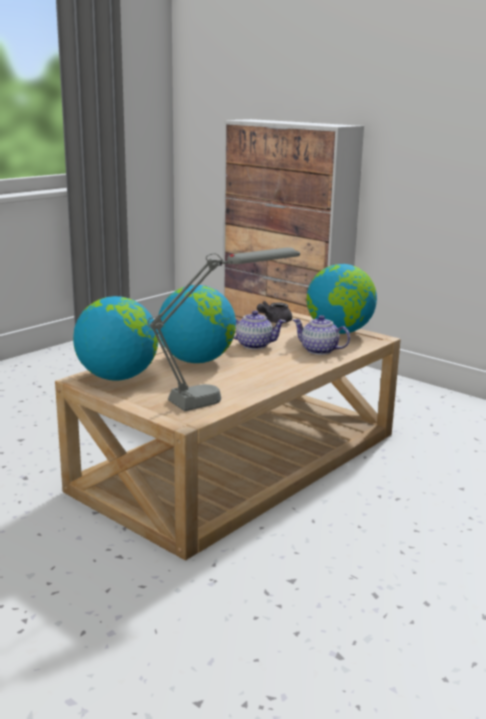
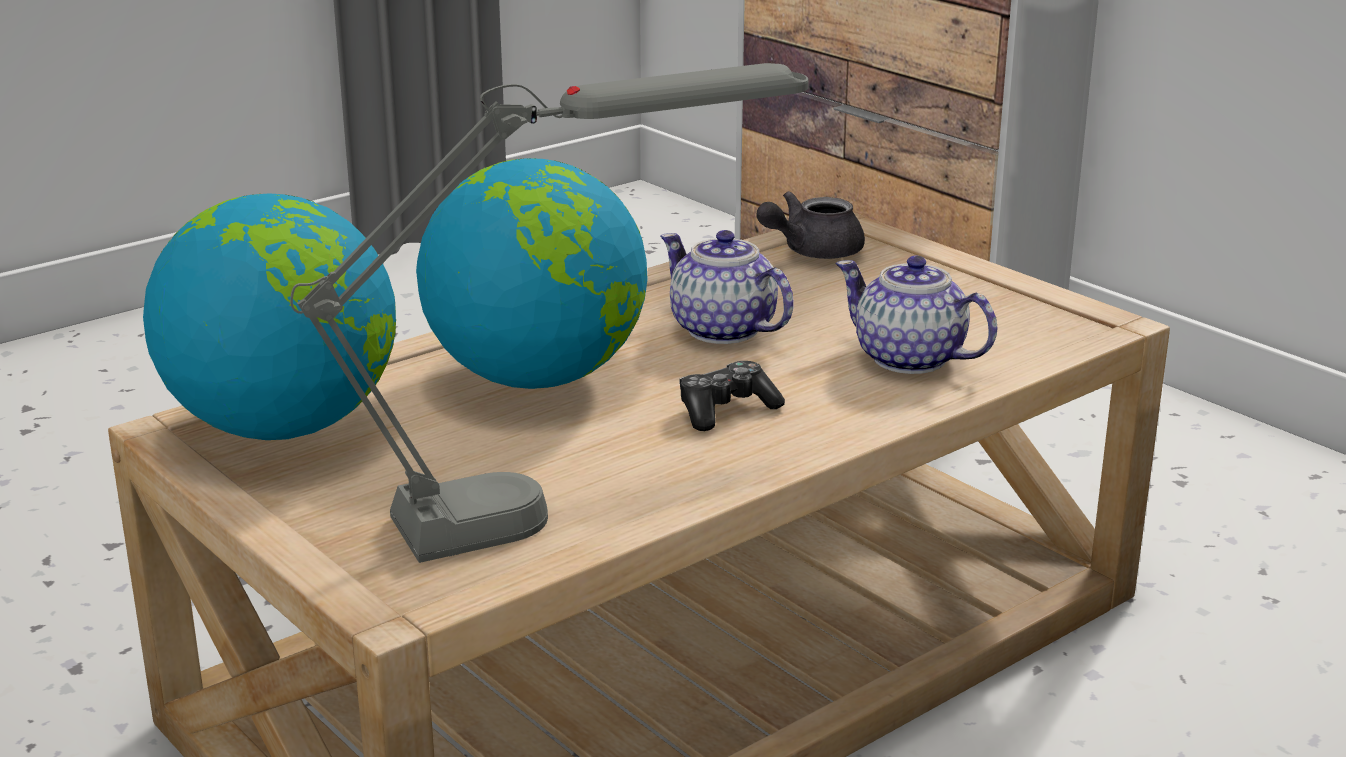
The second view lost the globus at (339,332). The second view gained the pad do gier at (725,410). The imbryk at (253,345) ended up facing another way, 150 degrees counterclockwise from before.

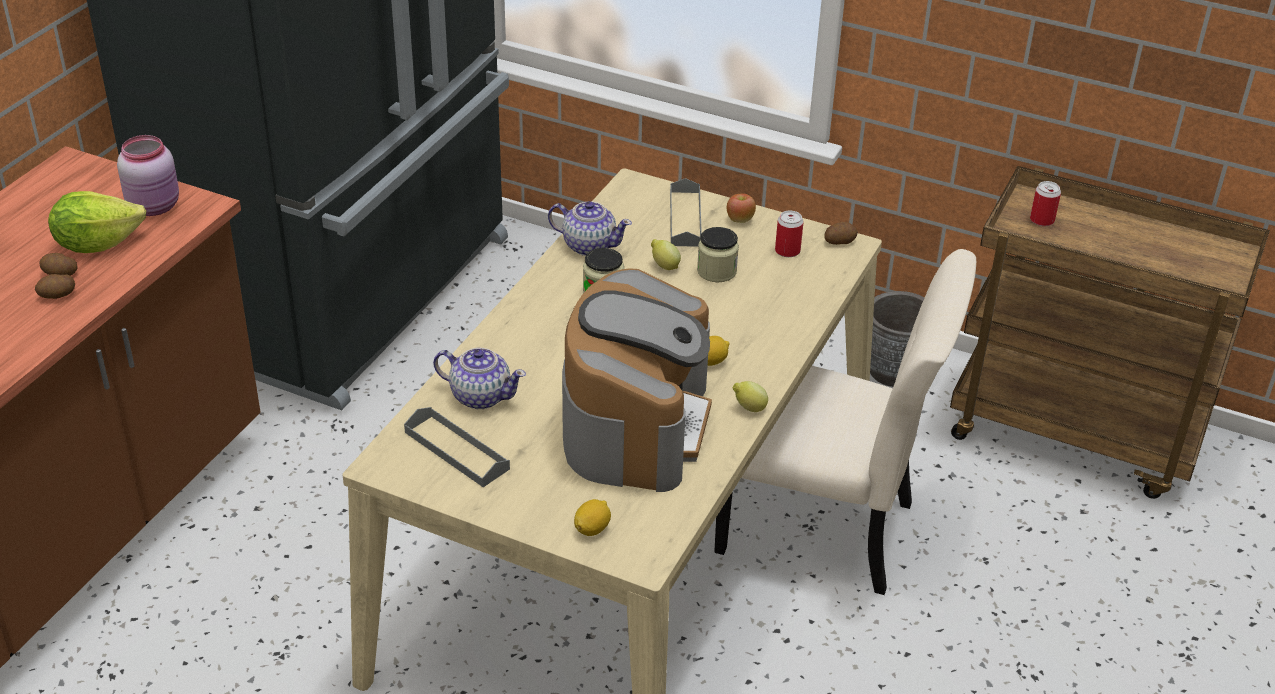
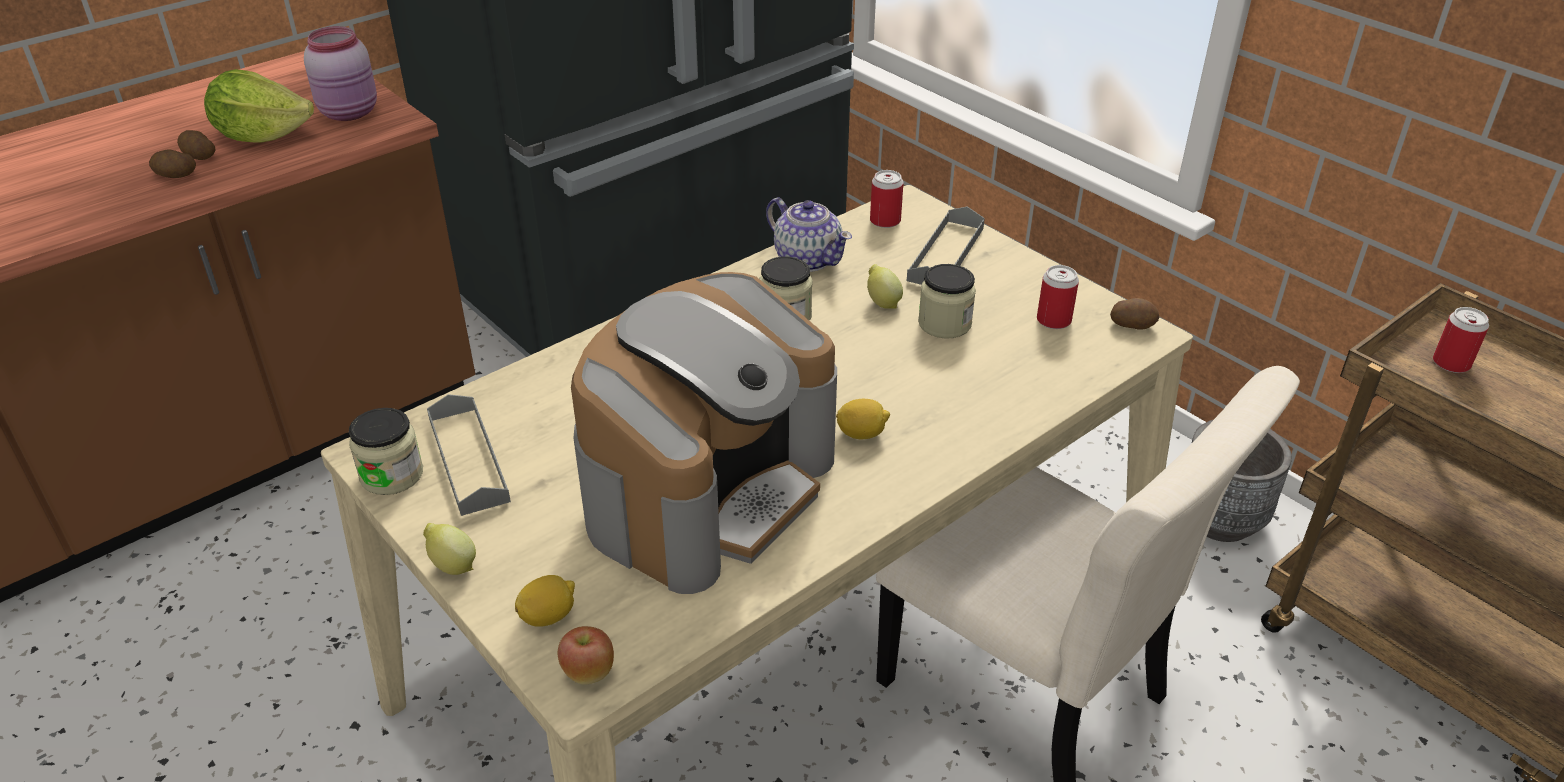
The second view lost the imbryk at (480,396). The second view gained the słoik at (392,475). The second view gained the puszka at (885,221). The jabłko ended up elsewhere, having gone from (740,220) to (588,673). The cytryna ended up elsewhere, having gone from (749,408) to (452,565).

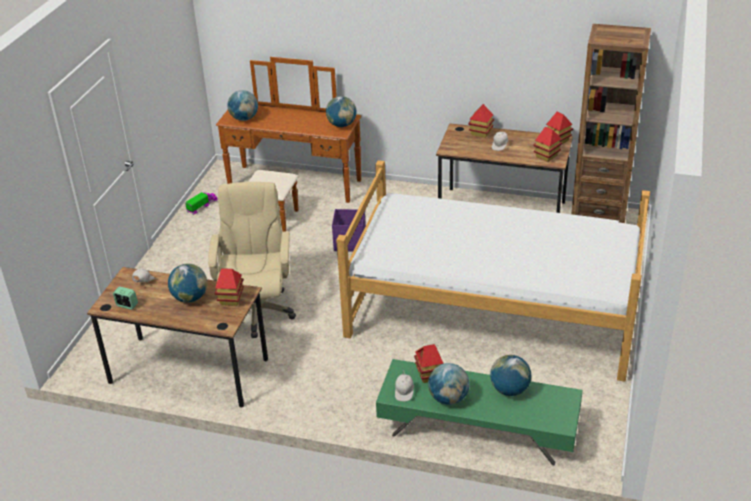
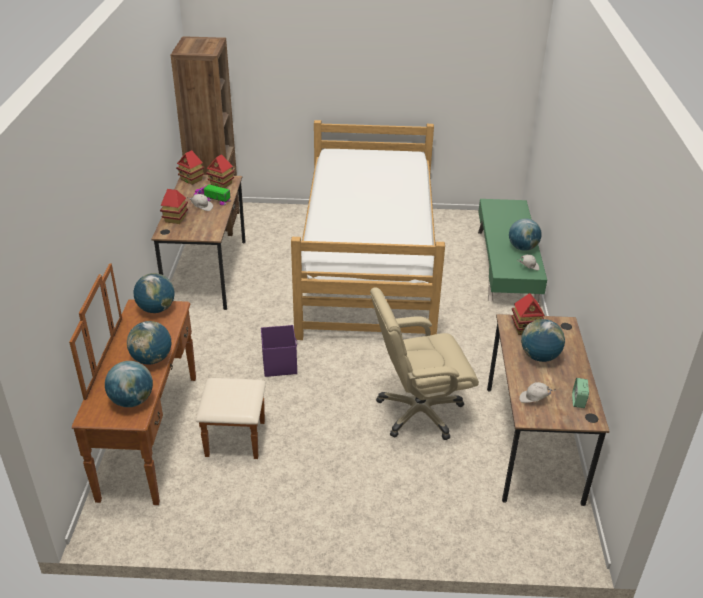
The second view lost the domek at (429,375). The ciężarówka zabawkowa ended up elsewhere, having gone from (202,206) to (212,199). The globus ended up elsewhere, having gone from (509,390) to (152,359).

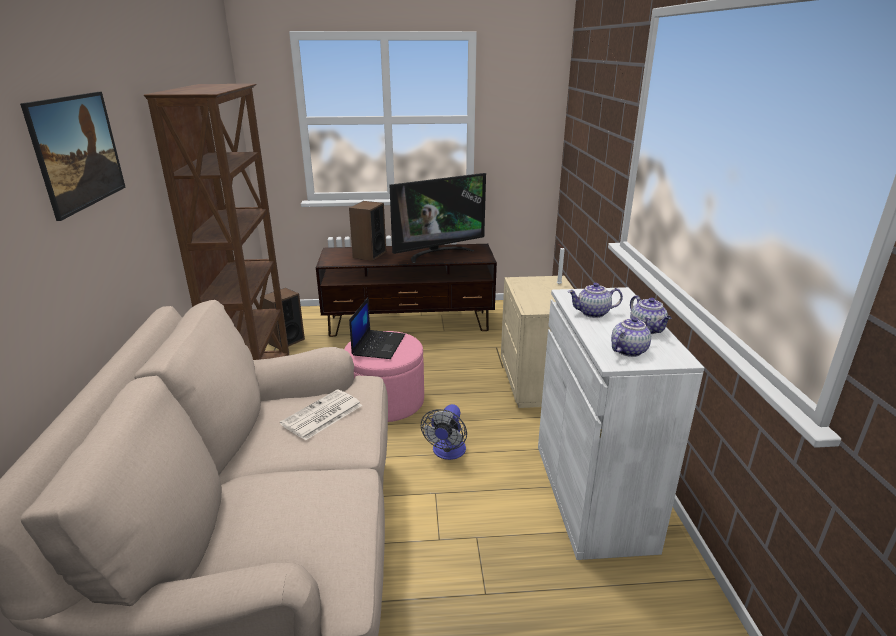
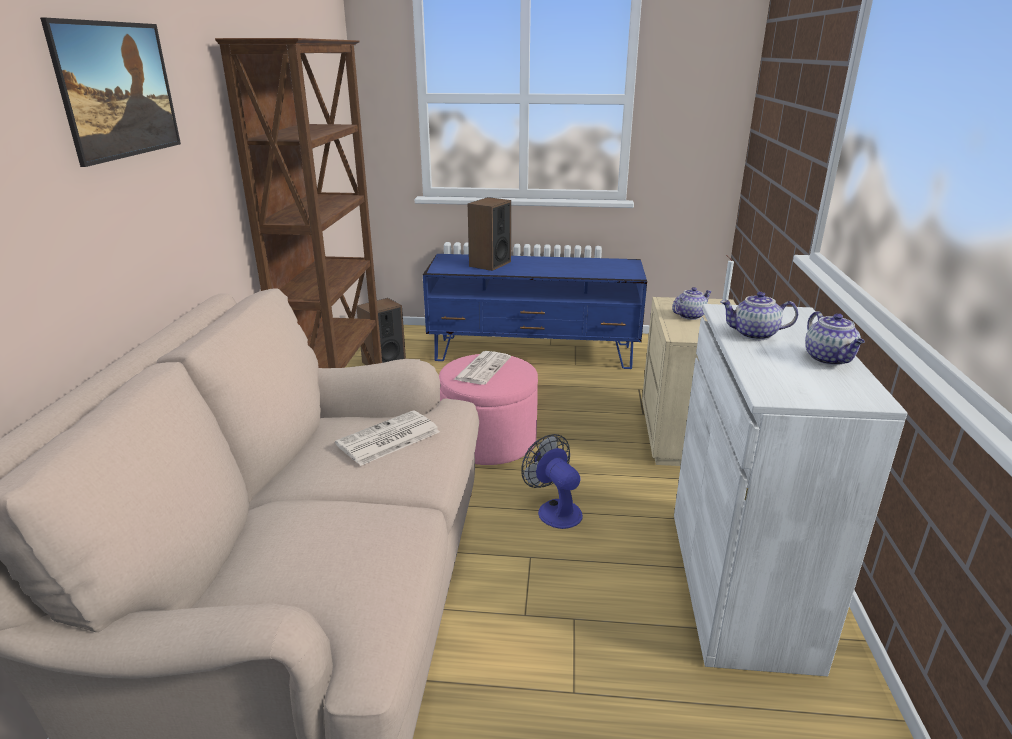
The second view lost the telewizor at (438,253). The imbryk ended up elsewhere, having gone from (628,350) to (689,316). Where the laptop stood at (378,344), the gazeta came to stand at (482,368). What was the szafka pod telewizor (brązowy) at (409,323) turned into the szafka pod telewizor (niebieski) at (534,353). The wentylator at (447,452) ended up facing another way, 120 degrees clockwise from before.

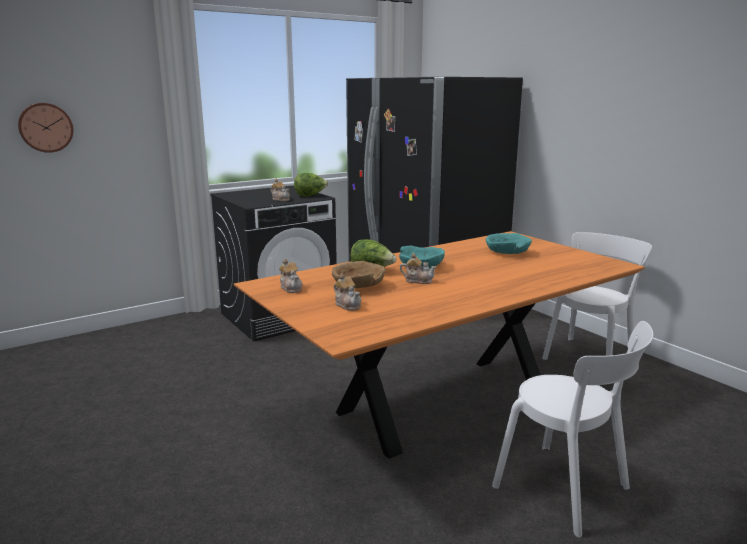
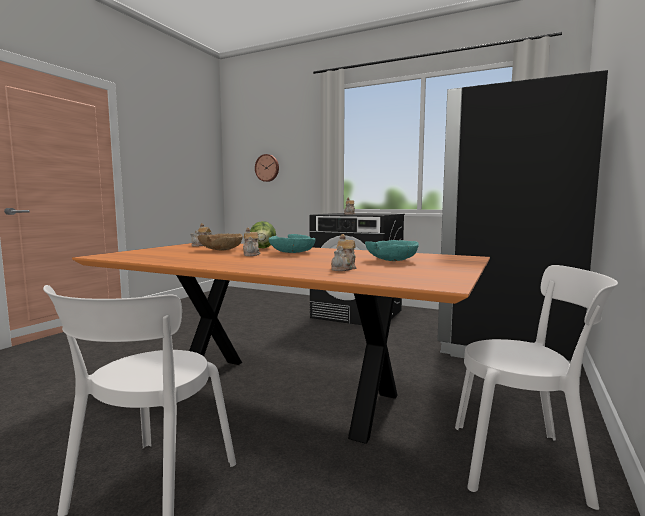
The second view lost the sałata at (310,196). The imbryk ended up elsewhere, having gone from (348,305) to (344,268).

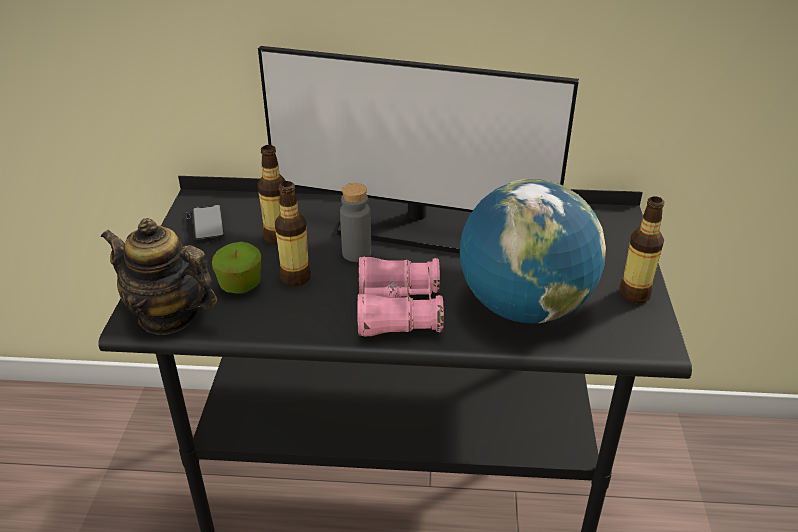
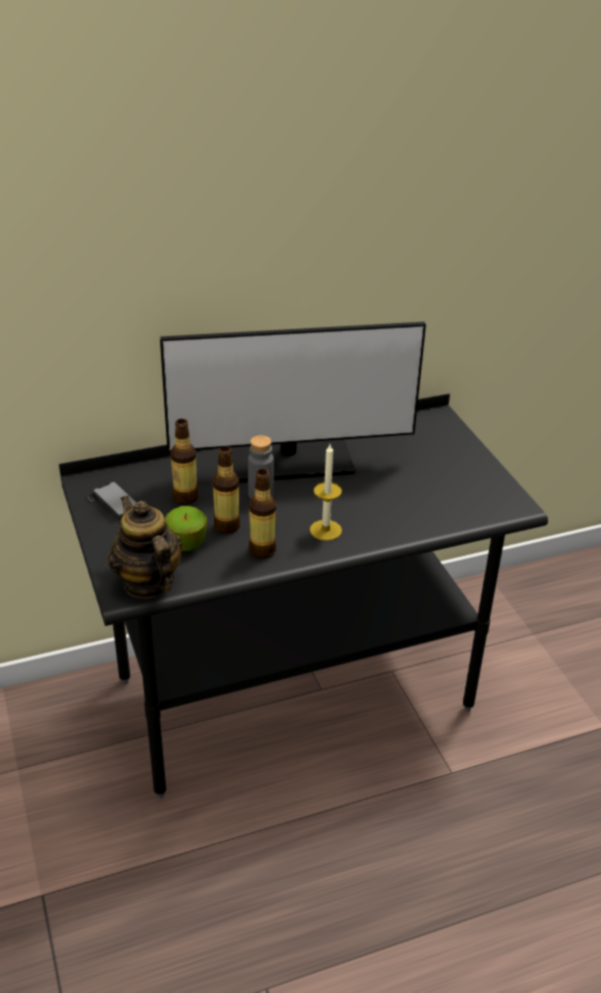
The second view lost the globus at (524,307). The butelka ended up elsewhere, having gone from (634,294) to (262,550). Where the lornetka (różowy) stood at (398,310), the świeca came to stand at (325,530). The imbryk at (168,316) ended up facing another way, 60 degrees clockwise from before.

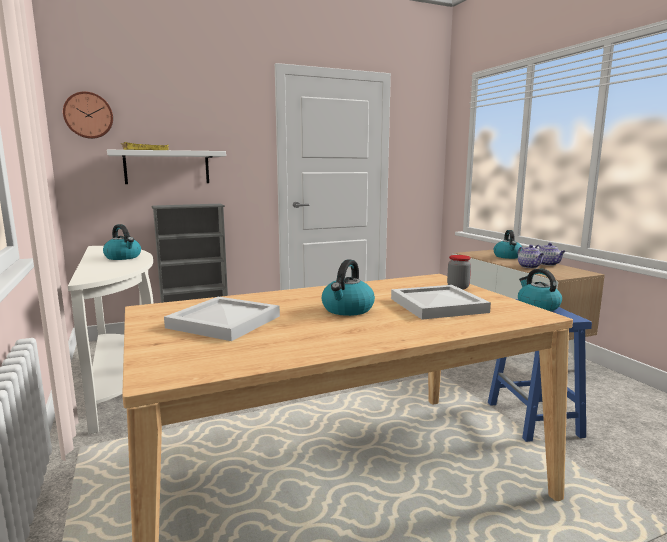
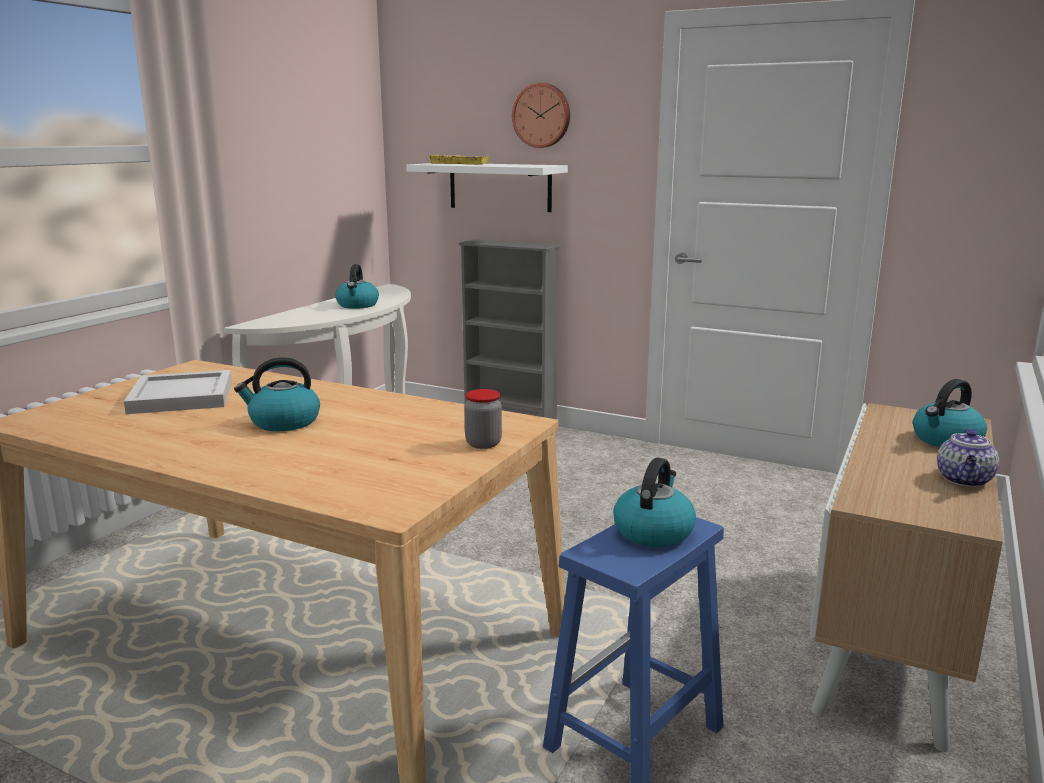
The second view lost the taca (biały) at (439,305). The second view lost the imbryk at (529,267). The zegar ścienny ended up elsewhere, having gone from (88,115) to (542,115).

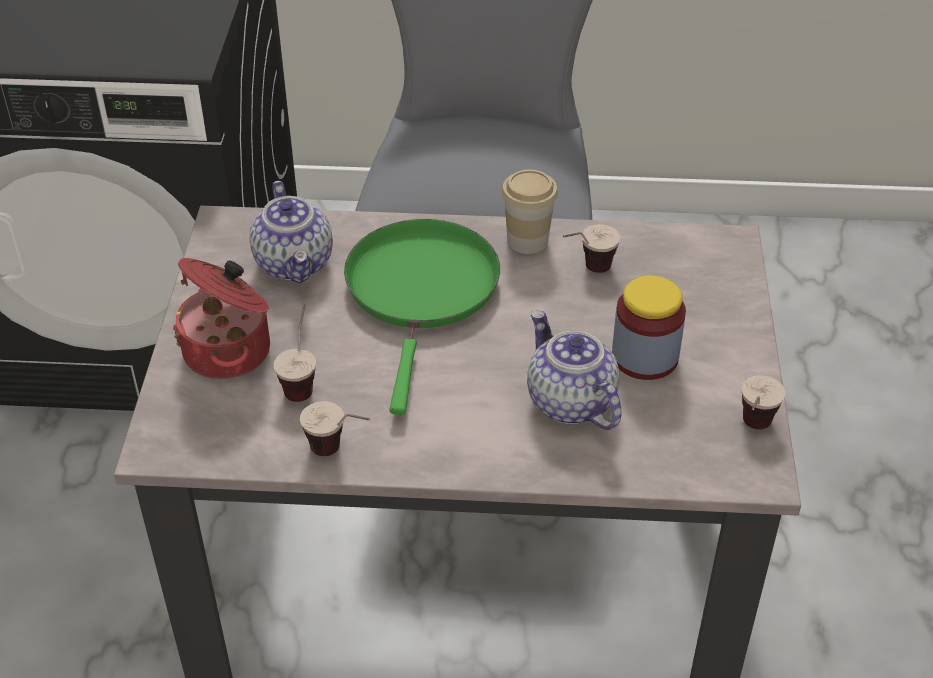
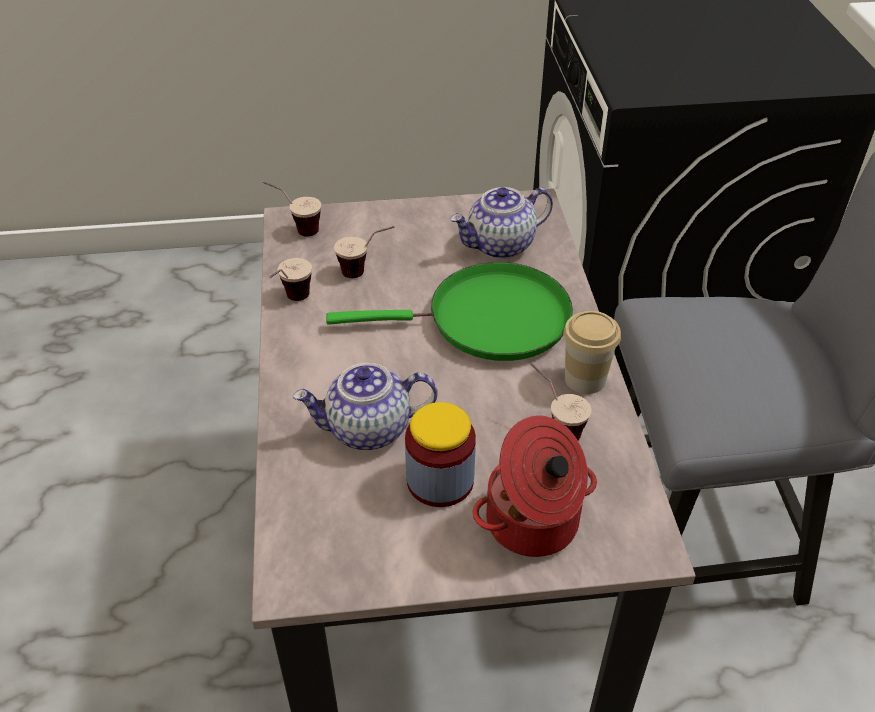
The garnek ended up elsewhere, having gone from (230,351) to (533,524). The filiżanka ended up elsewhere, having gone from (752,431) to (296,229). The imbryk at (569,402) ended up facing another way, 150 degrees counterclockwise from before.

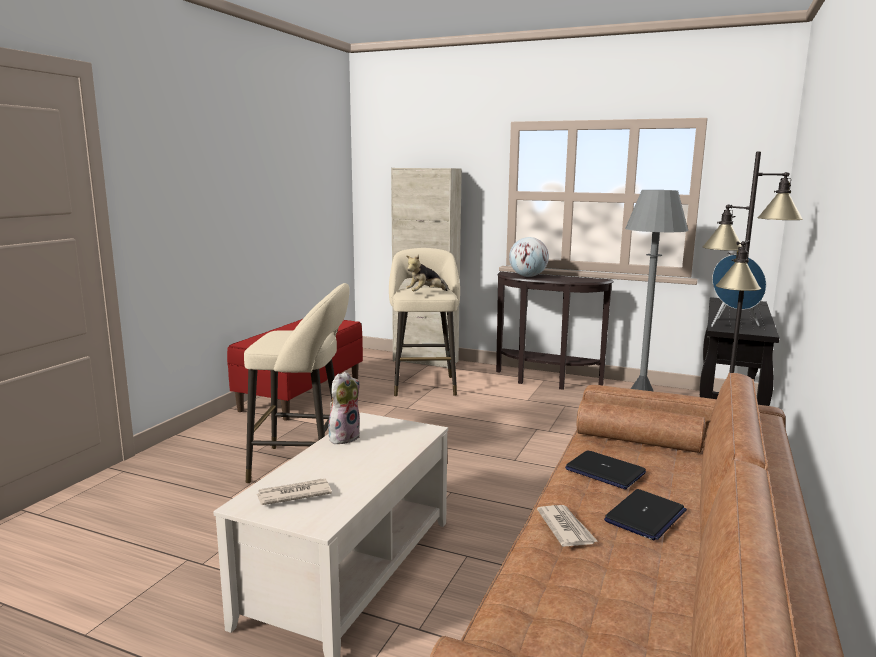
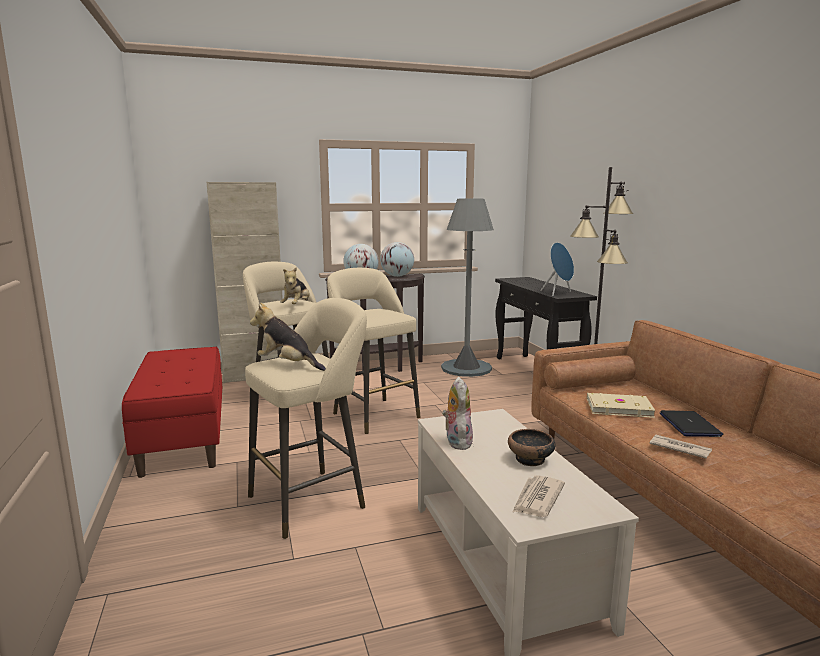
The second view gained the pluszak at (288,365). The second view gained the stołek (beżowy) at (373,414). The second view gained the globus at (397,276). The second view gained the miska at (530,459). Where the laptop stood at (604,471), the książka (beżowy) came to stand at (618,407).

